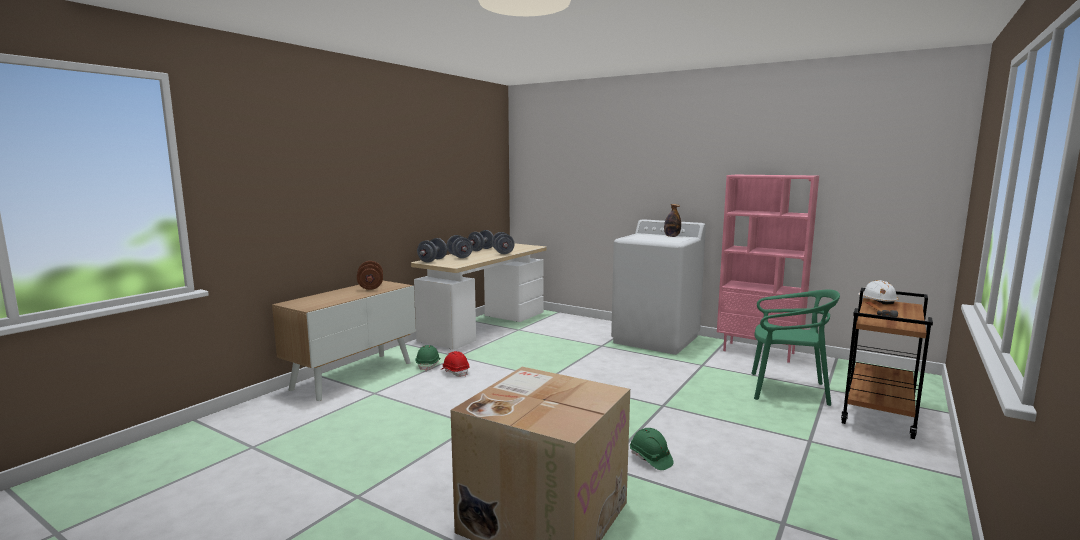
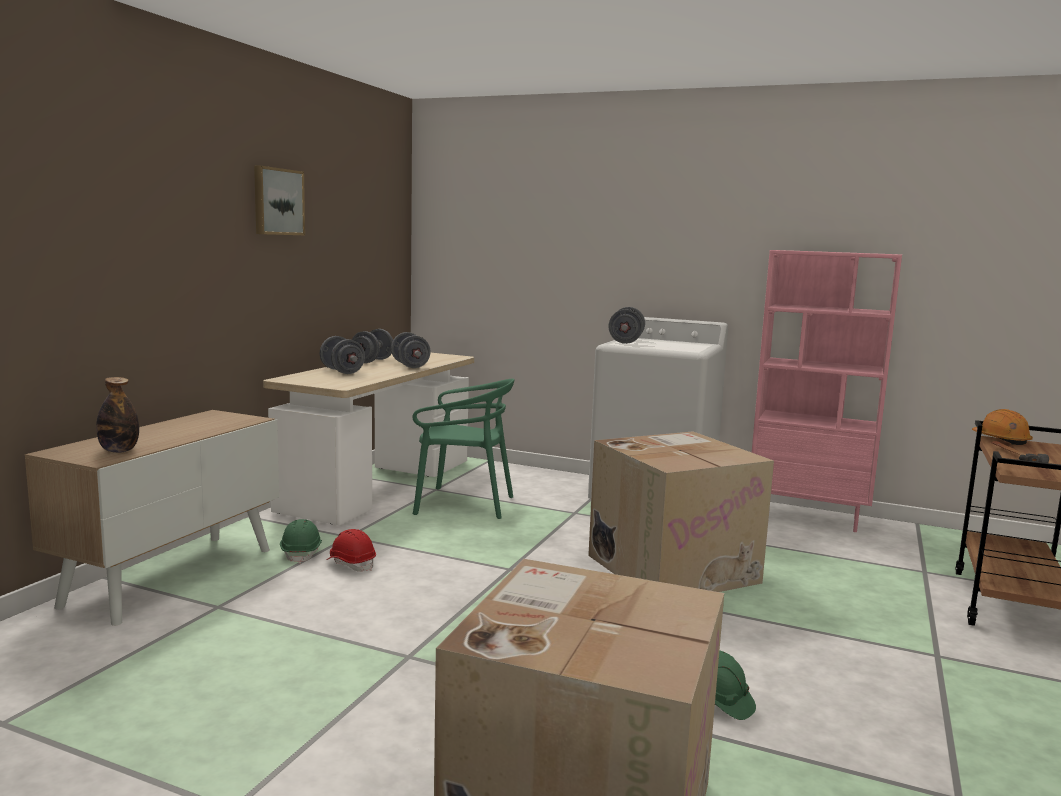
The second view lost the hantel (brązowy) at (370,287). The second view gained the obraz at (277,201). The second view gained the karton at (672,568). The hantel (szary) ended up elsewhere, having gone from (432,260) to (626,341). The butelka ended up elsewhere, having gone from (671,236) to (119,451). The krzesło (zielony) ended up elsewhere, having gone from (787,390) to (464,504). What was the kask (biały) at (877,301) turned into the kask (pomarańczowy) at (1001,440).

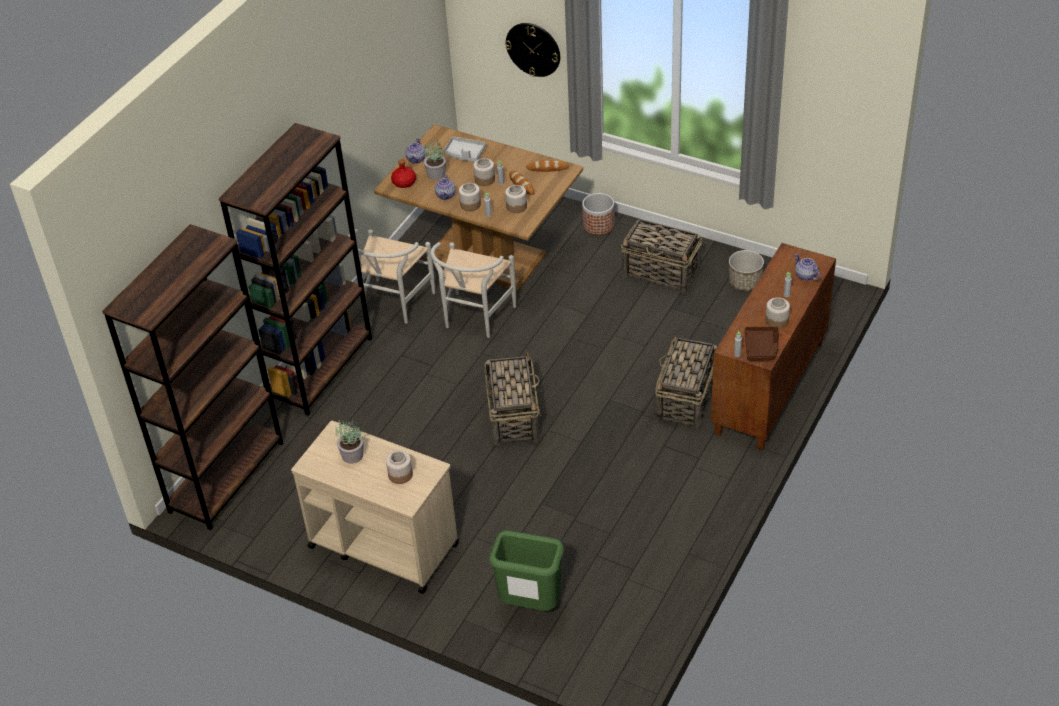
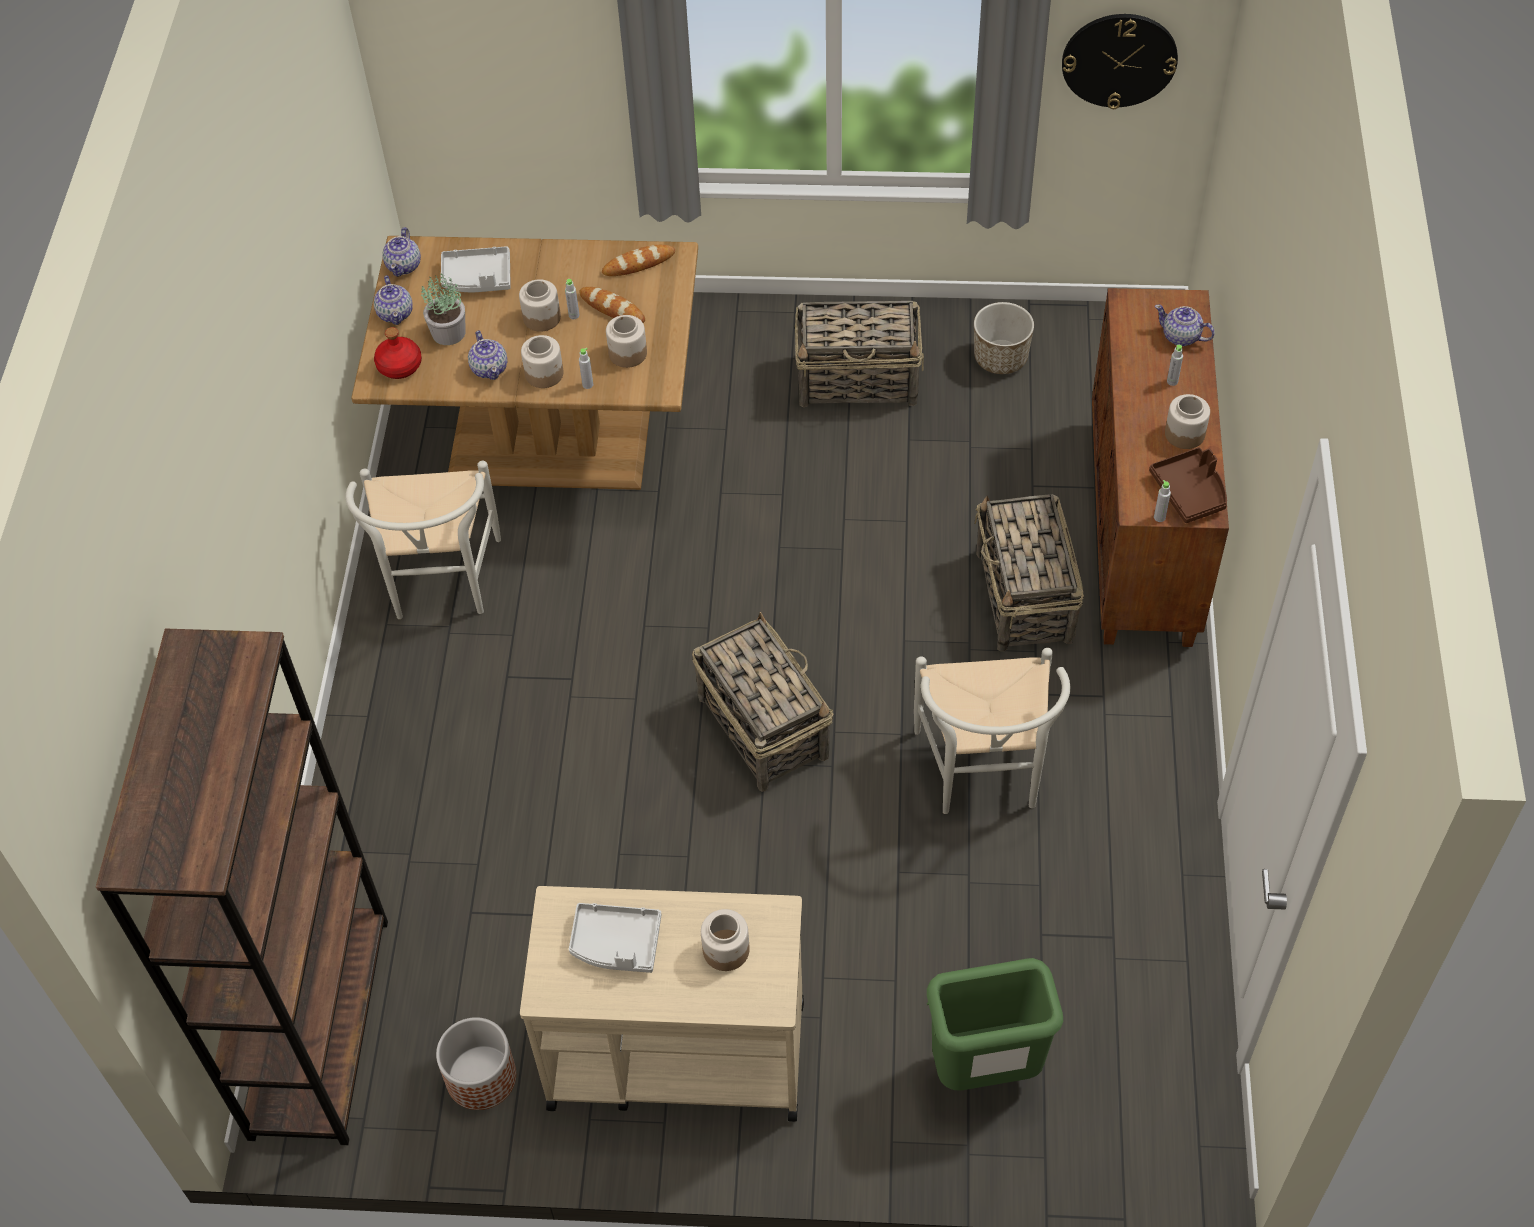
The second view lost the regał (brązowy) at (320,368). The second view gained the imbryk at (404,265). The krzesło (biały) ended up elsewhere, having gone from (474,319) to (983,776). The zegar ścienny ended up elsewhere, having gone from (533,49) to (1119,59). The donica ended up elsewhere, having gone from (598,225) to (480,1078). Where the roślina doniczkowa stood at (352,455), the taca (szary) came to stand at (616,944).

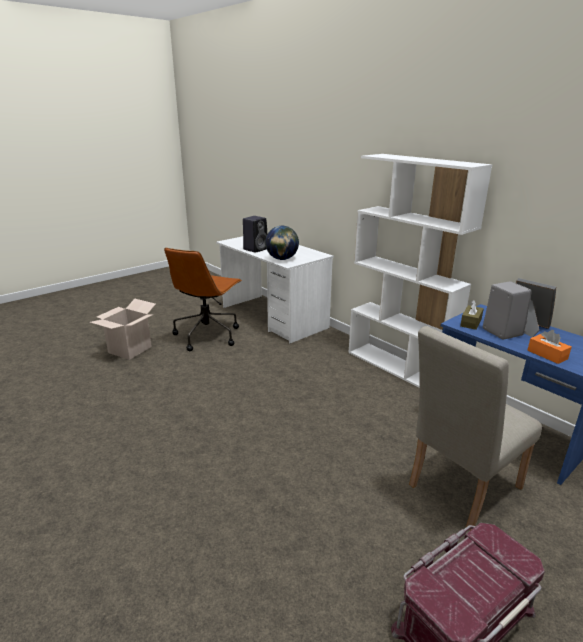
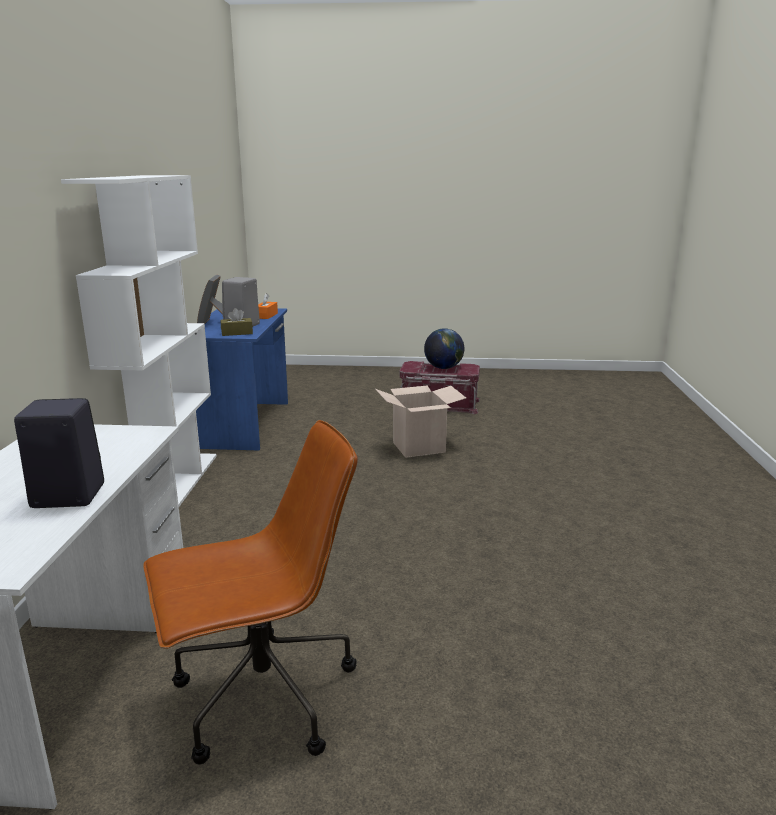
The second view lost the krzesło (beżowy) at (459,489). The karton ended up elsewhere, having gone from (130,350) to (419,447). The globus ended up elsewhere, having gone from (282,259) to (443,368).

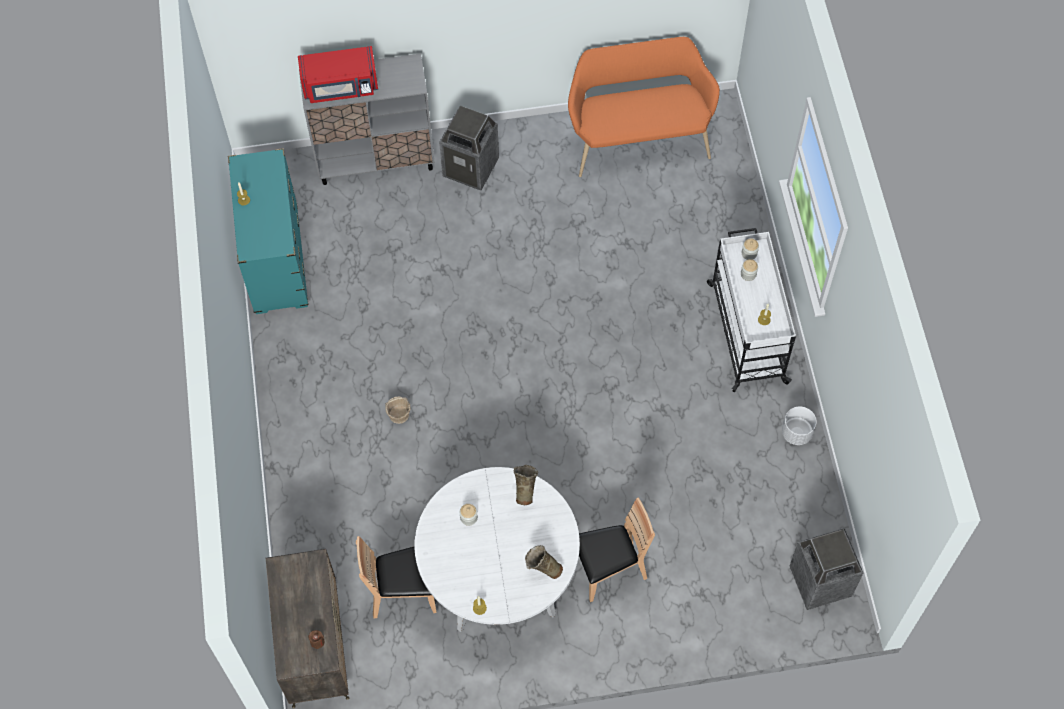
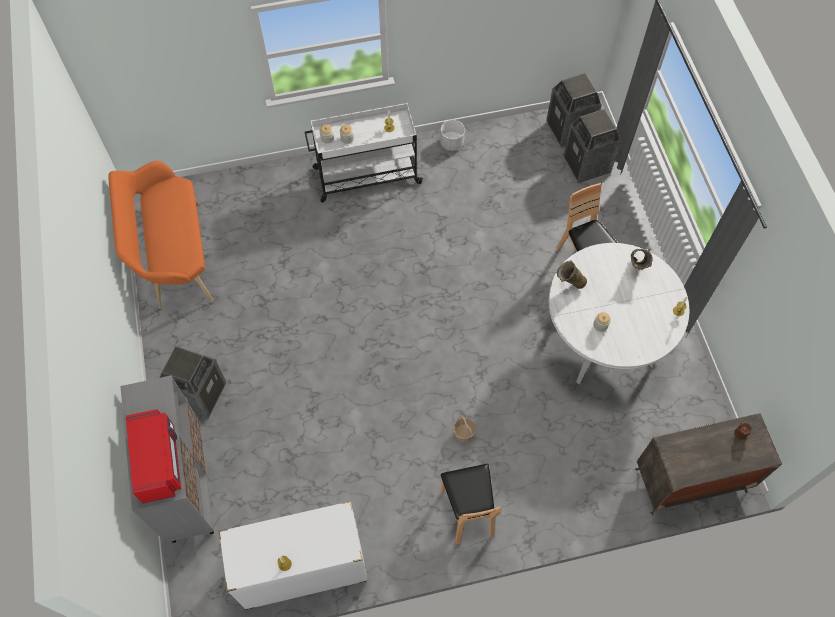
The second view gained the kosz na śmieci at (587,165). The krzesło (brązowy) ended up elsewhere, having gone from (403,593) to (468,511). What was the komoda (turkusowy) at (276,260) turned into the komoda (biały) at (303,569).

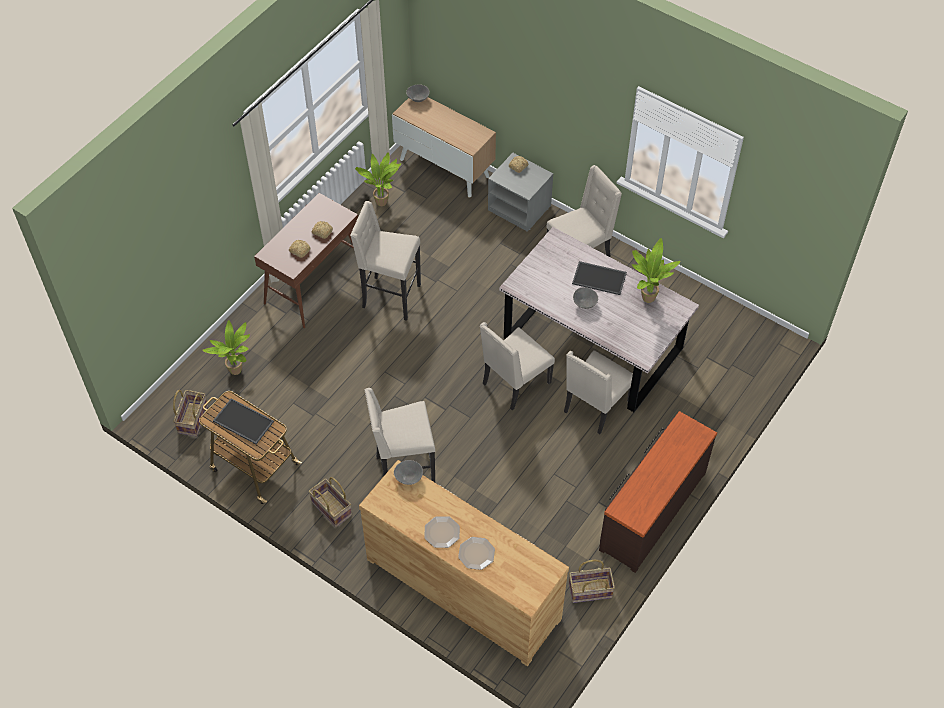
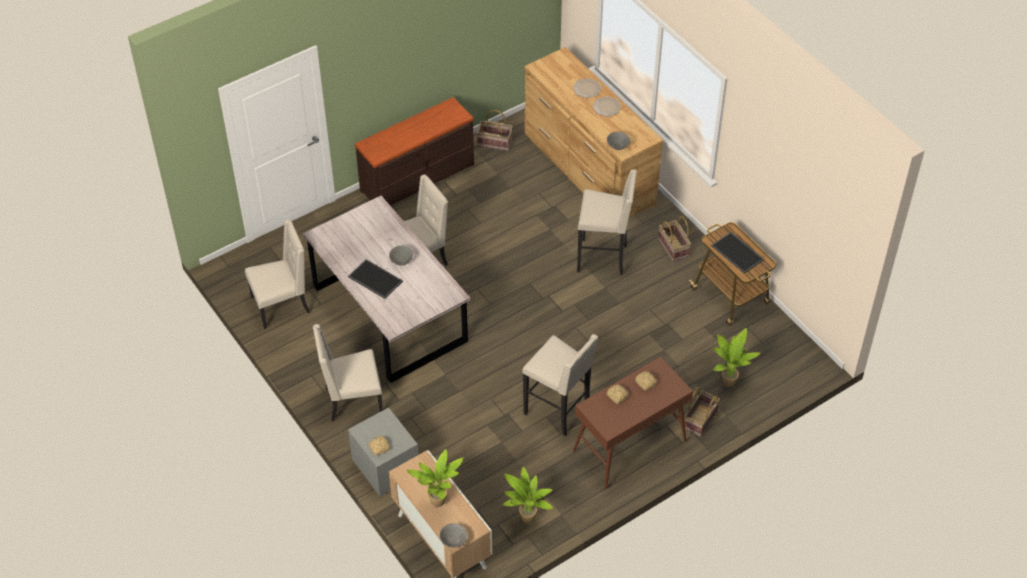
The koszyk ended up elsewhere, having gone from (192,419) to (700,420). The krzesło (beżowy) ended up elsewhere, having gone from (514,383) to (282,305). The roślina doniczkowa ended up elsewhere, having gone from (646,297) to (439,504).

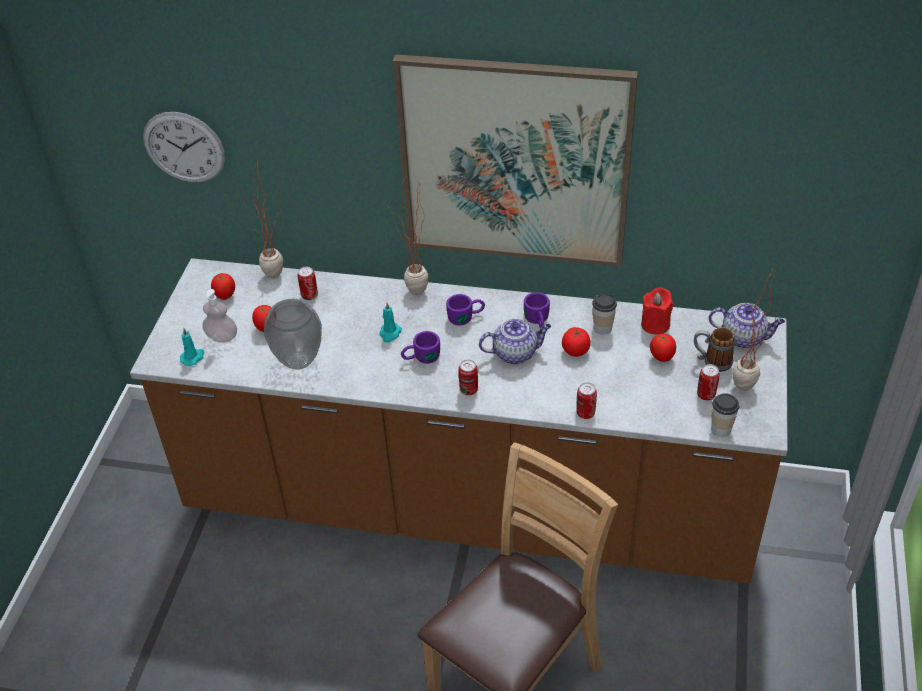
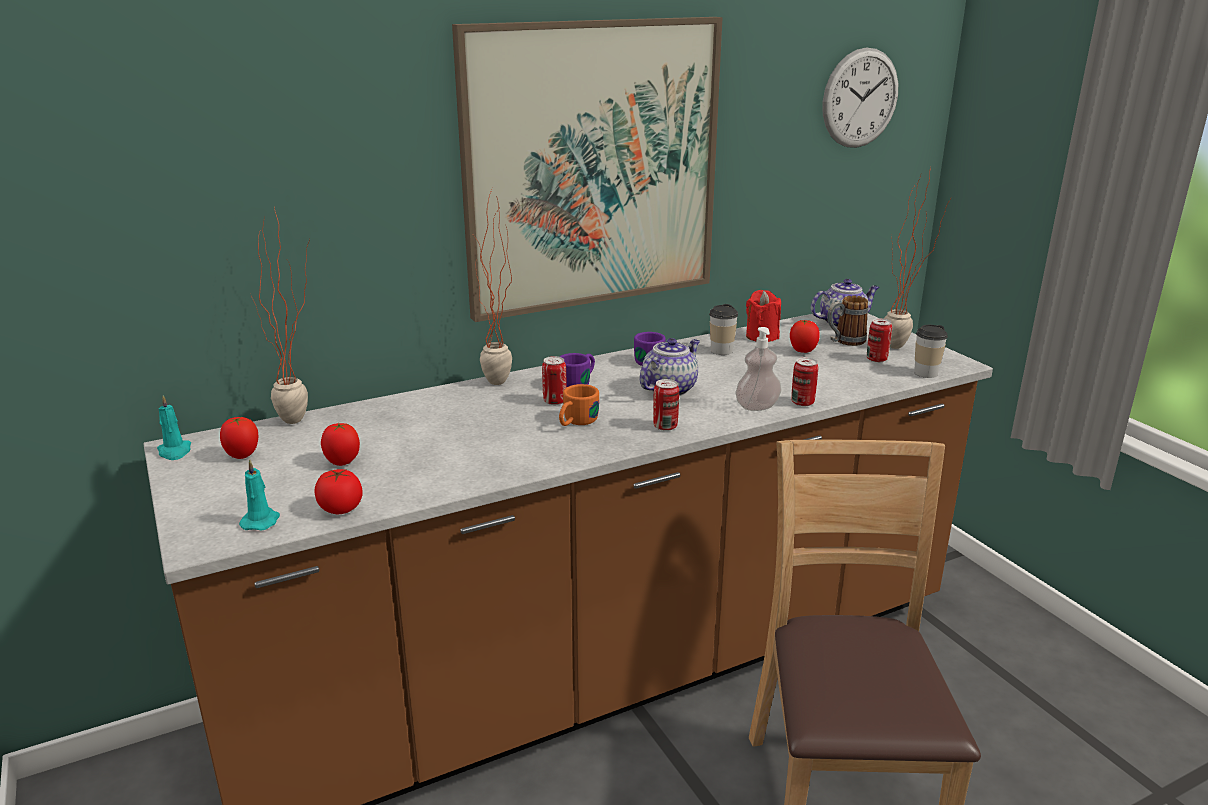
The second view lost the wazon at (299,361). The zegar ścienny ended up elsewhere, having gone from (184,147) to (860,98). The dozownik mydła ended up elsewhere, having gone from (222,337) to (757,407). The puszka ended up elsewhere, having gone from (309,295) to (554,401). The świeca (turkusowy) ended up elsewhere, having gone from (390,333) to (175,452). The pomidor ended up elsewhere, having gone from (575,350) to (340,508). What was the kubek (fioletowy) at (421,358) turned into the kubek (pomarańczowy) at (576,423).

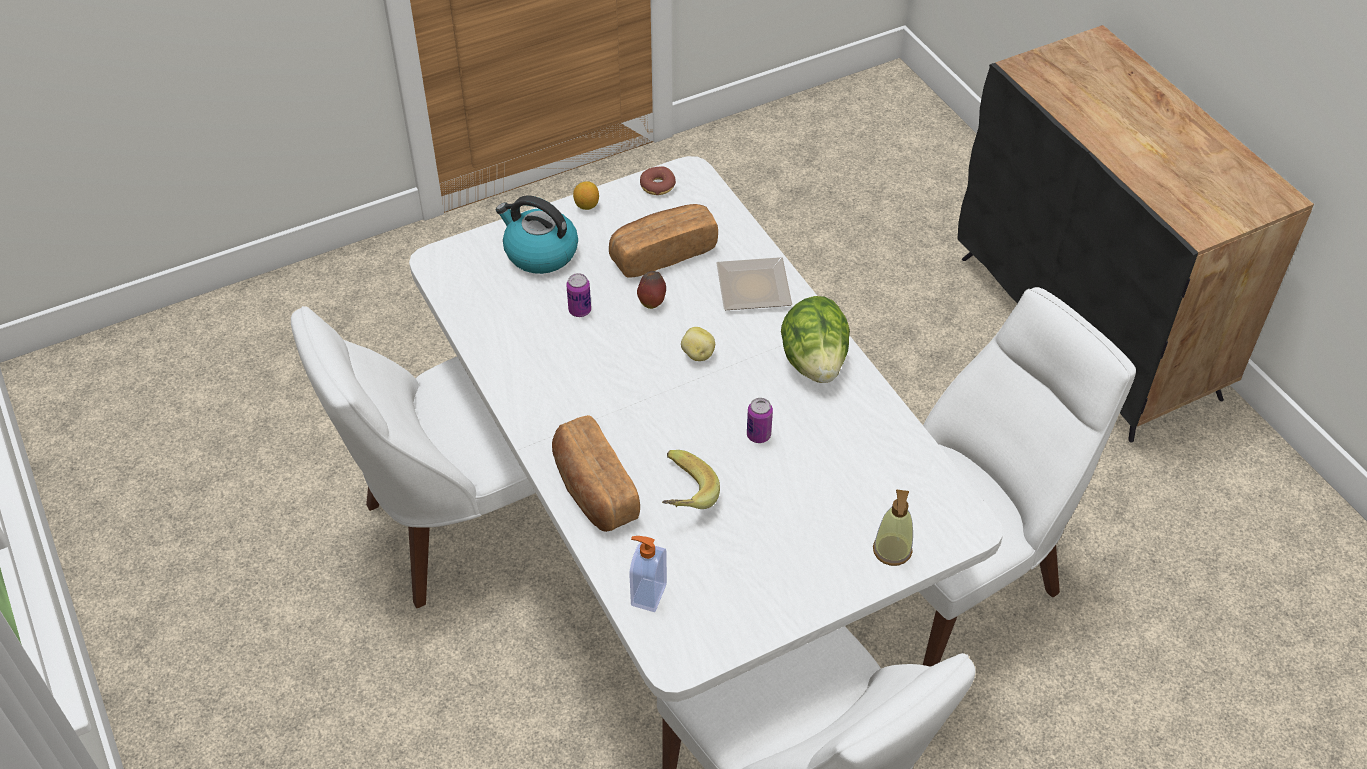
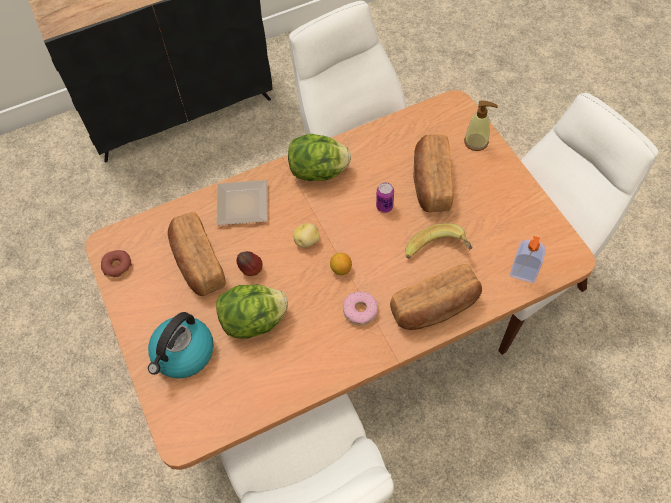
The second view gained the donut at (360,311). The second view gained the chleb at (431,183). The cytryna ended up elsewhere, having gone from (586,205) to (341,269). Where the puszka stood at (580,310), the sałata came to stand at (254,321). What was the stół jadalny (biały) at (684,552) turned into the stół jadalny (brązowy) at (340,339).

